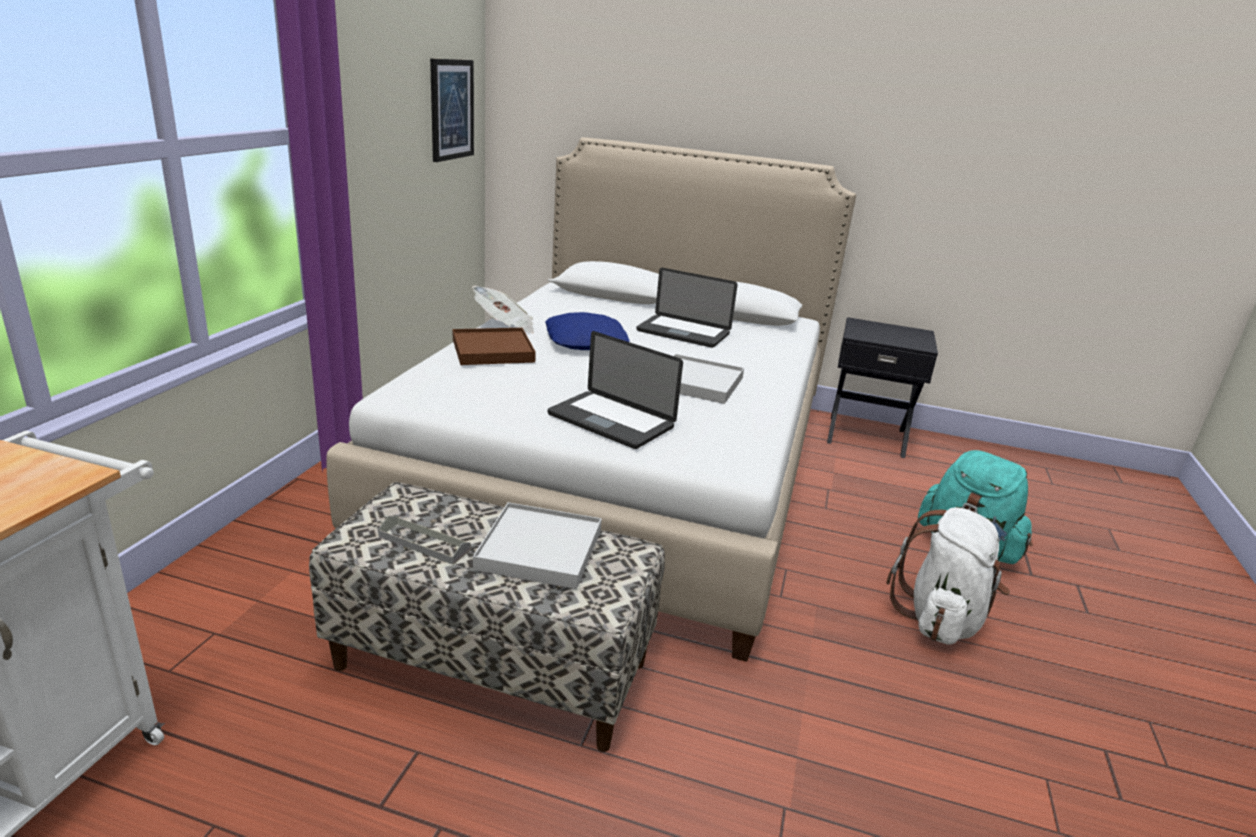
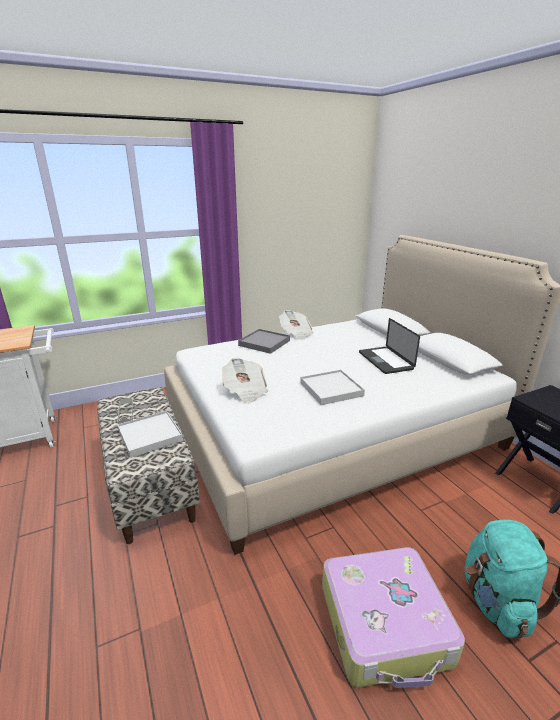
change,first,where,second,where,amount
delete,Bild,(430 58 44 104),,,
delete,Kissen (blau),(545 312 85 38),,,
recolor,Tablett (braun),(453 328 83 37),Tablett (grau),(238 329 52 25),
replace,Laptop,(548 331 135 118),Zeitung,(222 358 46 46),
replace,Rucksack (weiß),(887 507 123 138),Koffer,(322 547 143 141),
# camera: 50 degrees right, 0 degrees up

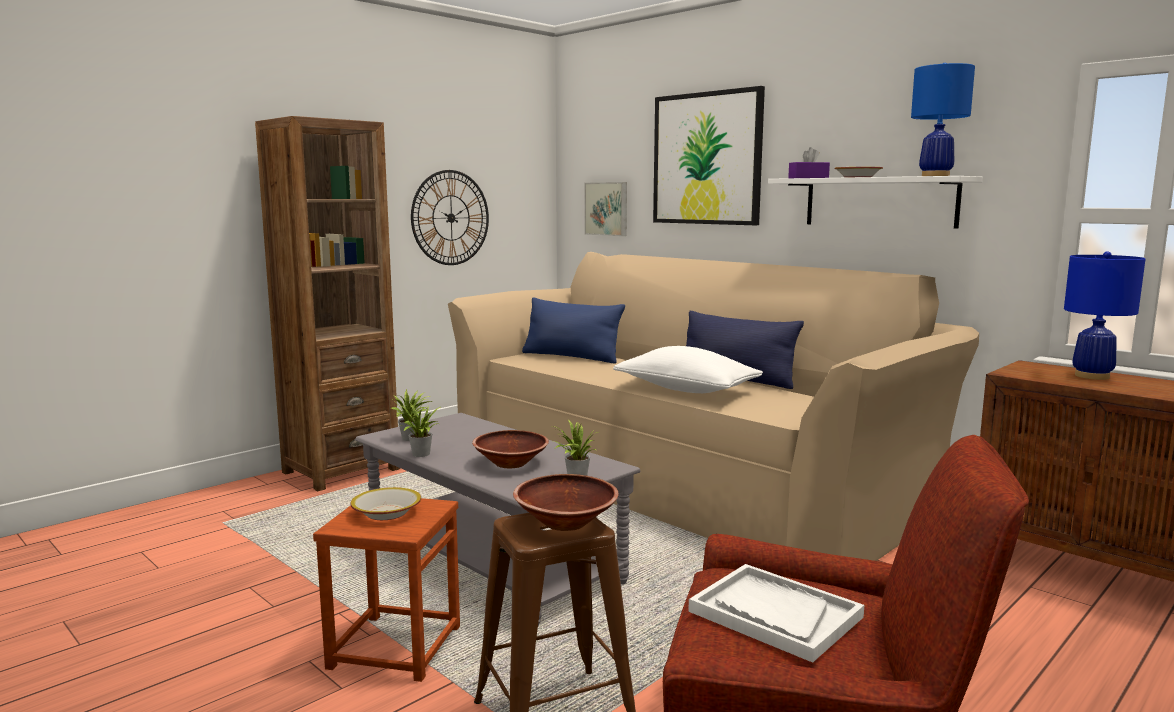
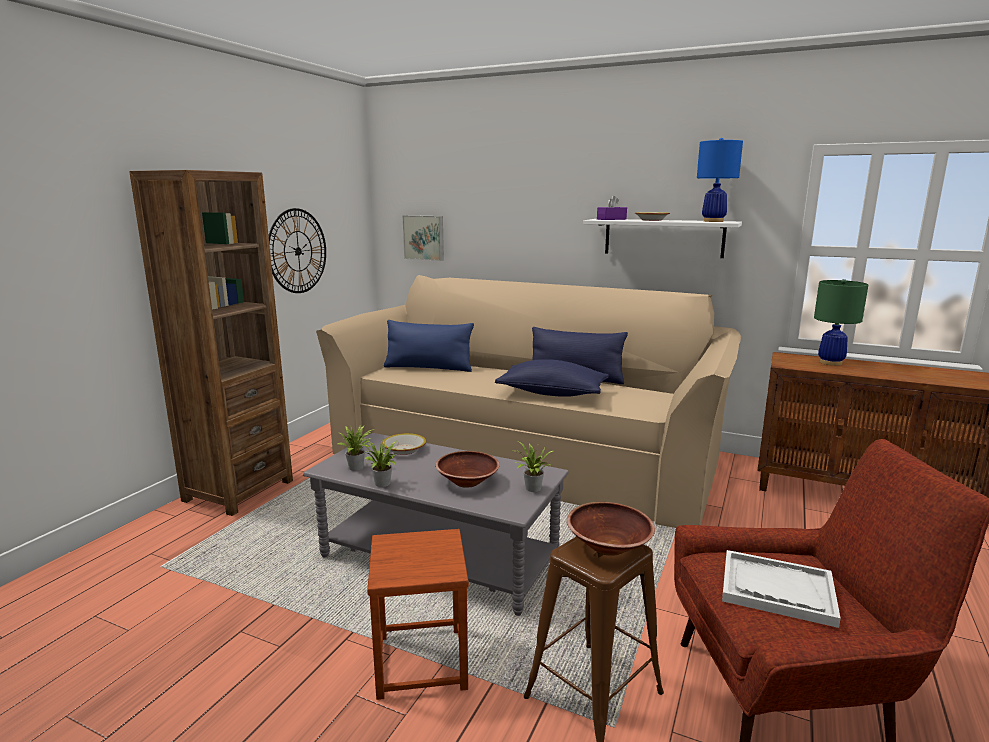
change,first,where,second,where,amount
delete,Bild,(653 86 112 139),,,
recolor,Tischlampe (blau),(1064 251 82 129),Tischlampe (grün),(814 279 54 87),
recolor,Kissen (weiß),(613 346 150 47),Kissen (blau),(495 359 114 38),
move,Schüssel,(350 487 71 33),,(382 433 44 22),
# camera: 20 degrees left, 5 degrees up

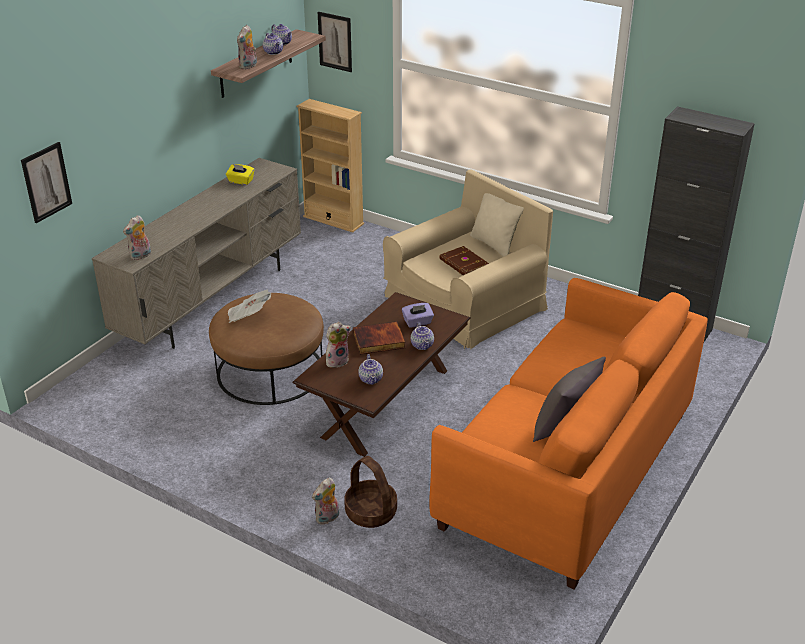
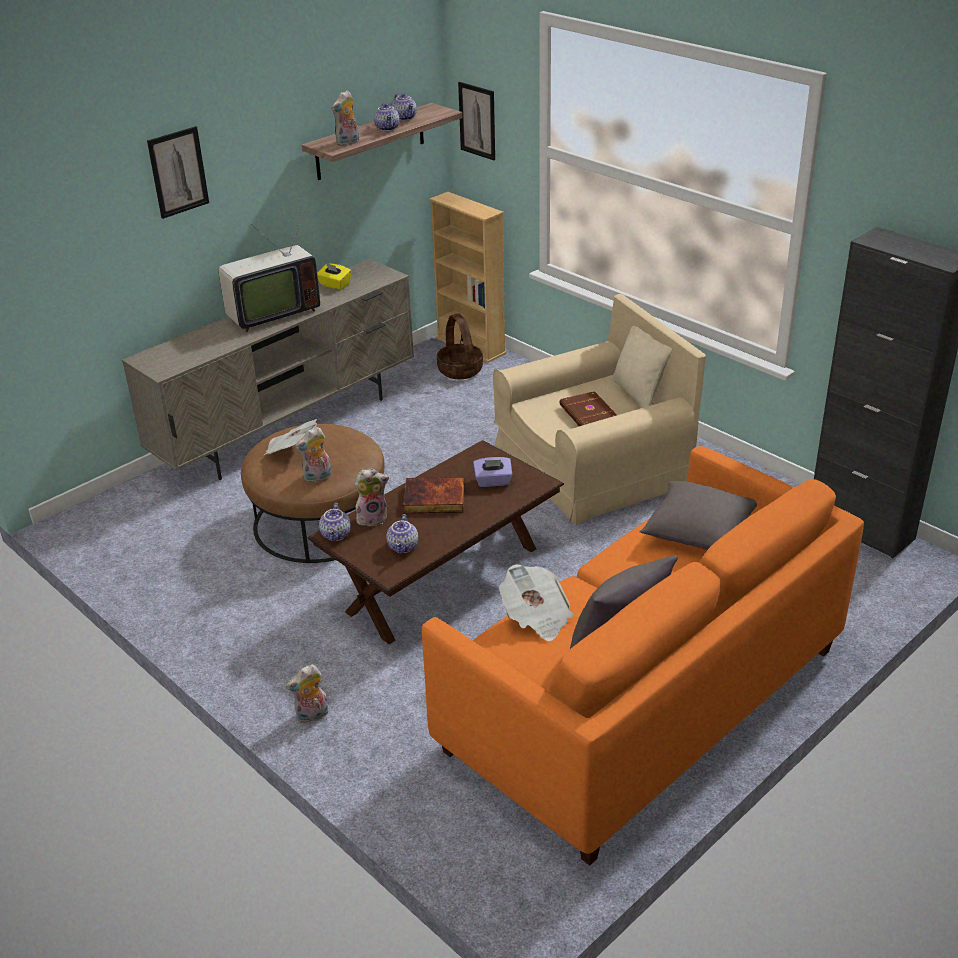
change,first,where,second,where,amount
move,Bild,(21 142 51 81),,(147 126 62 93),
move,Plüschtier,(123 215 28 45),,(295 427 36 56),
move,Teekanne,(411 322 23 28),,(319 503 32 39),
move,Korb,(344 456 53 72),,(437 314 46 65),
insert,,,Fernseher,(219 207 101 125),
insert,,,Kissen (grau),(639 481 118 69),
insert,,,Zeitung,(499 564 74 77),
# camera: 15 degrees right, 0 degrees up

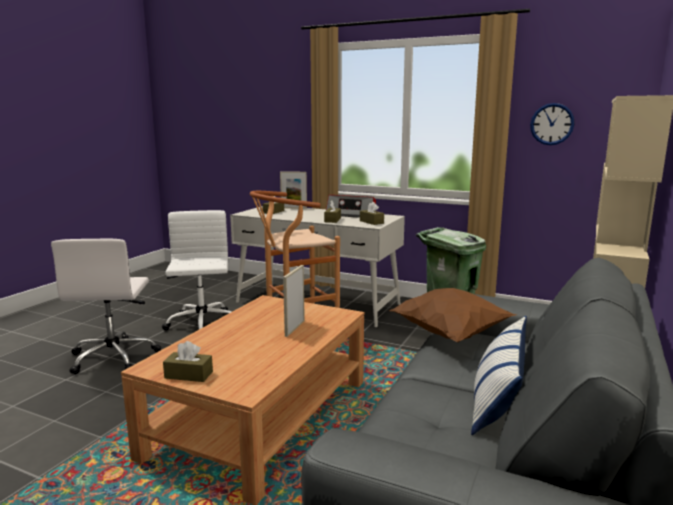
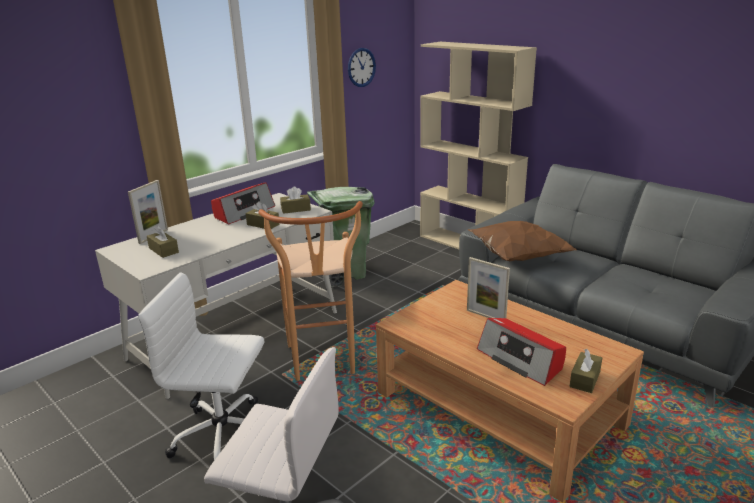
change,first,where,second,where,amount
delete,Kissen,(471 316 56 119),,,
insert,,,Radio,(477 318 89 68),
# camera: 70 degrees left, 10 degrees up

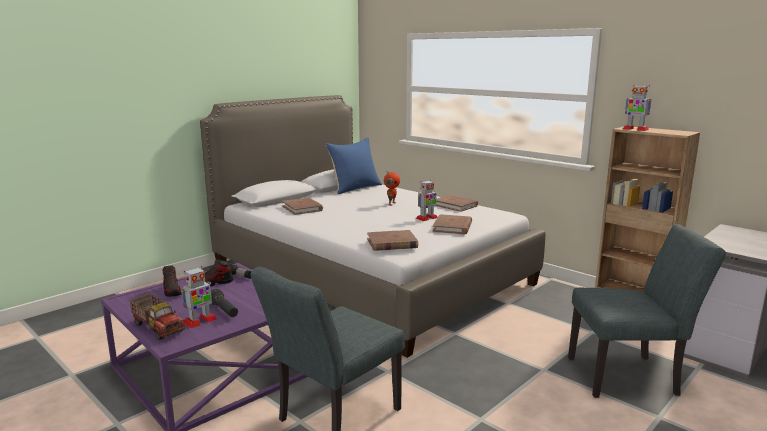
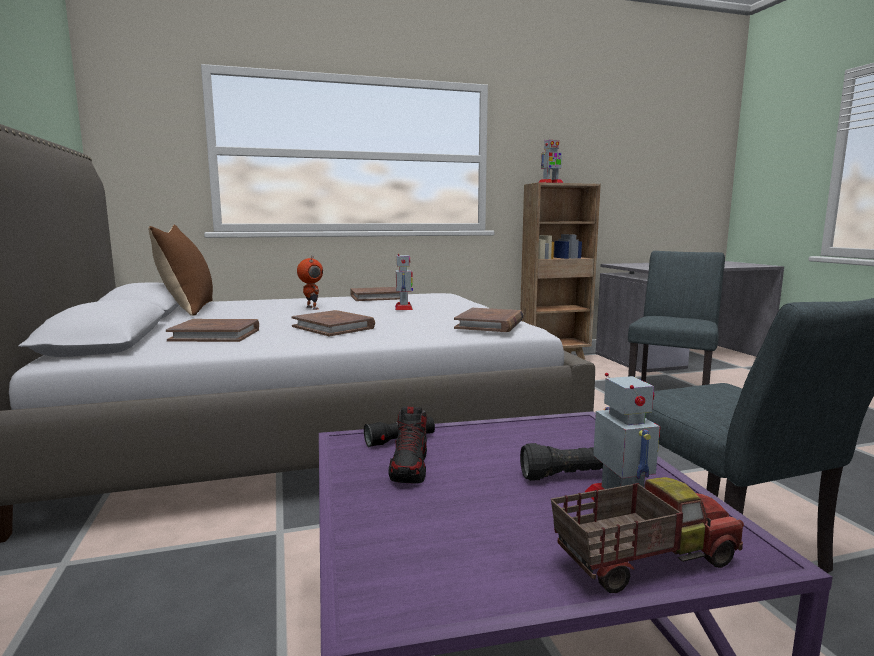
change,first,where,second,where,amount
recolor,Kissen (blau),(325 137 57 57),Kissen (braun),(148 225 65 91),
move,Buch (braun),(433 214 39 20),,(291 310 84 26),
delete,Schuh,(163 265 19 32),,,
# camera: 60 degrees left, 5 degrees down

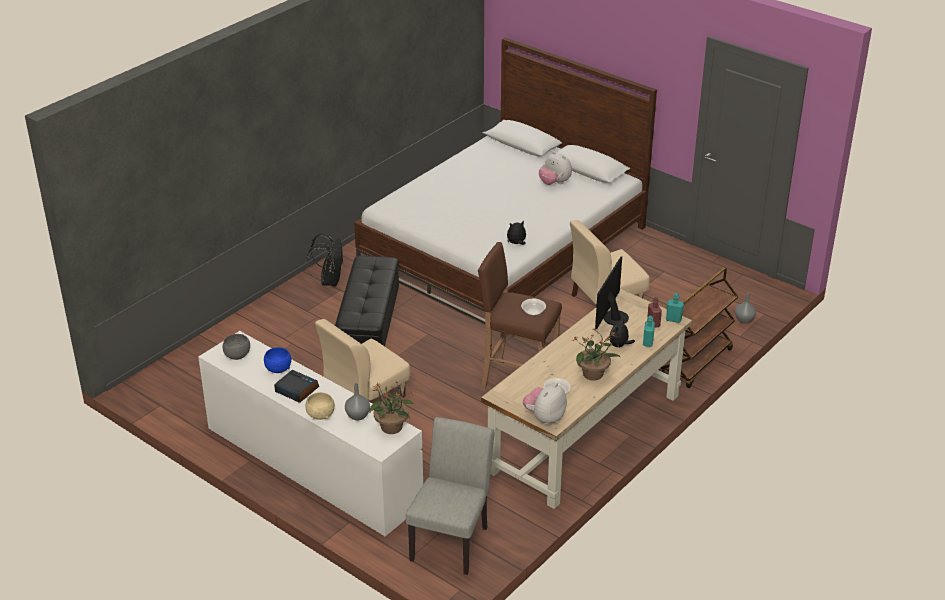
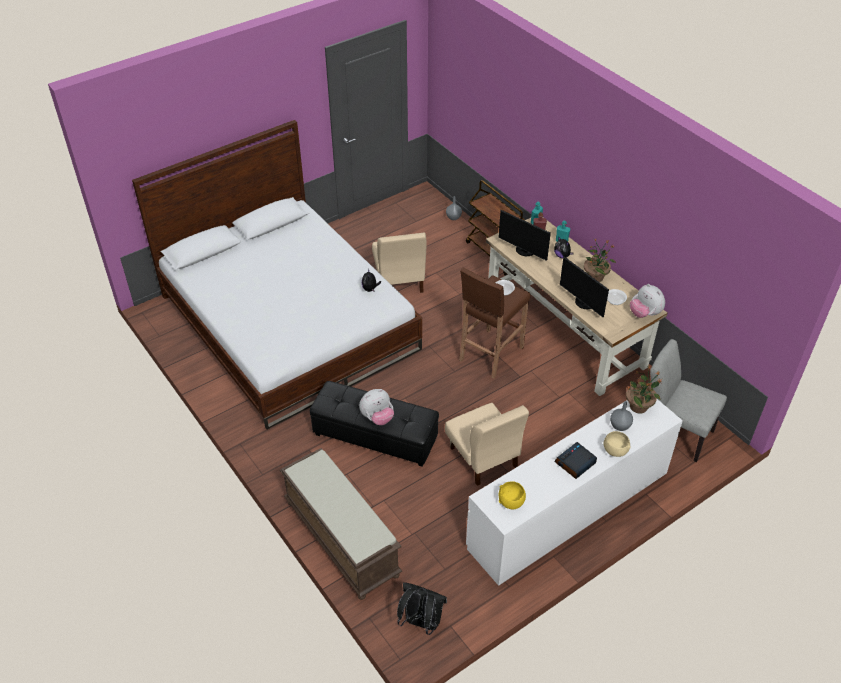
change,first,where,second,where,amount
move,Plüschtier,(539 151 33 34),,(359 389 35 36),
move,Rucksack (schwarz),(306 234 37 53),,(397 582 50 53),
recolor,Schüssel (grau),(223 334 27 26),Schüssel (gelb),(498 481 28 28),
delete,Schüssel (blau),(264 347 27 26),,,
insert,,,Monitor,(560 257 49 60),
insert,,,Bank (braun),(280 448 122 152),
# camera: 75 degrees left, 10 degrees up

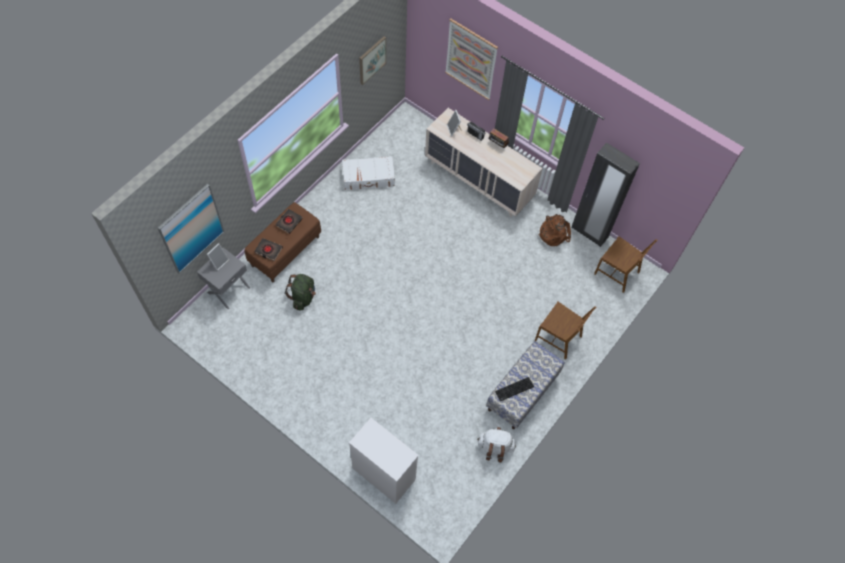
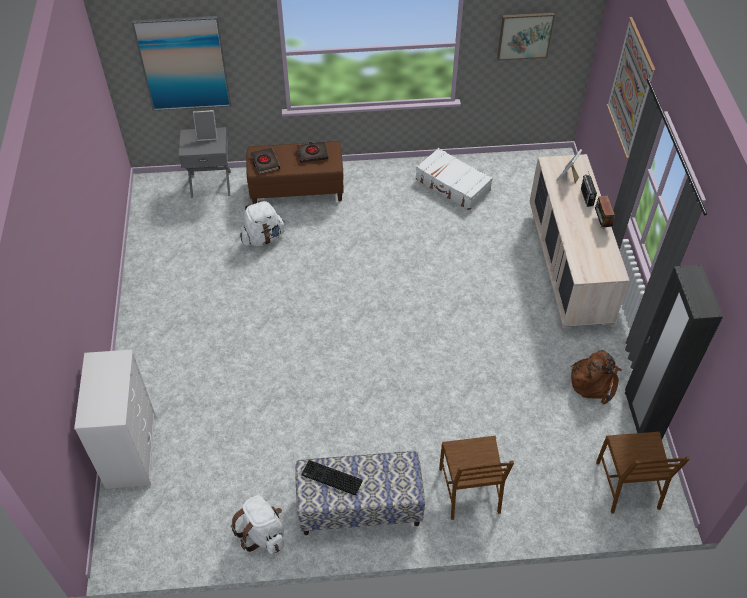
change,first,where,second,where,amount
recolor,Rucksack (grün),(285 274 31 36),Rucksack (weiß),(240 200 45 46),
# camera: 50 degrees right, 10 degrees down

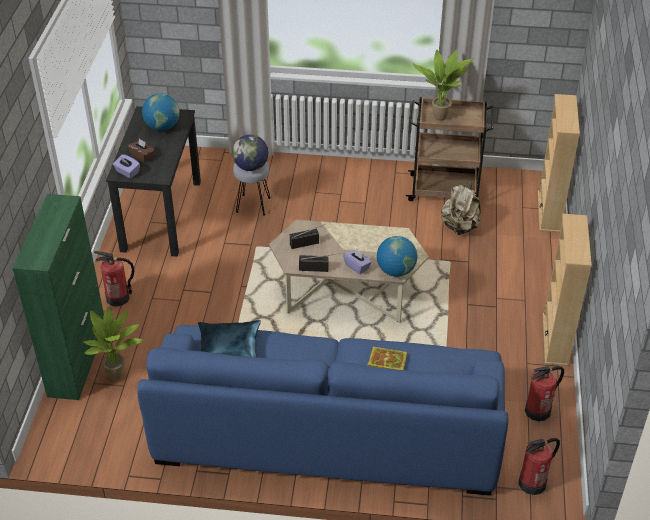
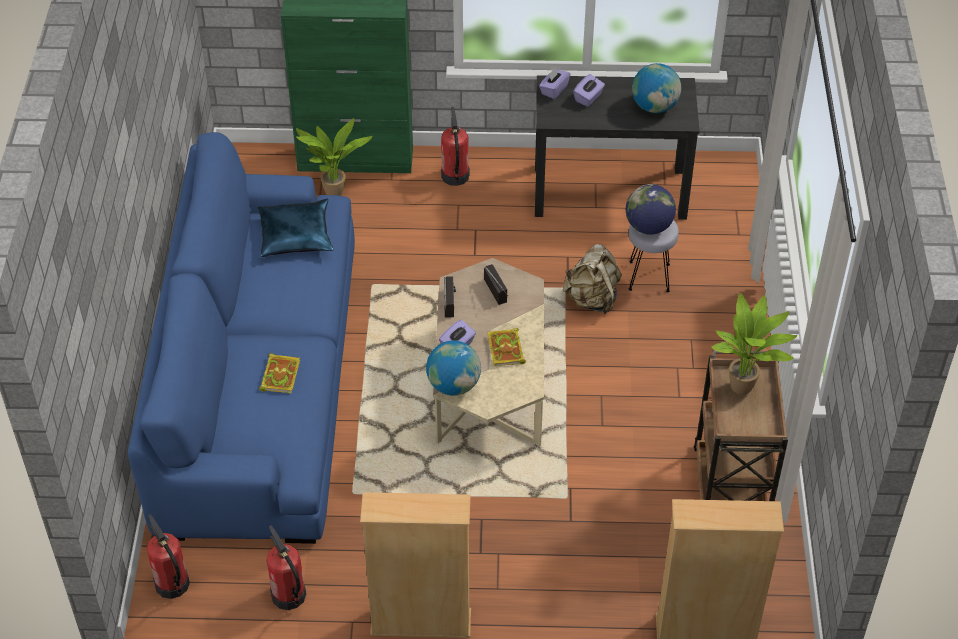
change,first,where,second,where,amount
recolor,Taschentuchbox (braun),(128 138 27 25),Taschentuchbox (lila),(573 74 32 33),
move,Rucksack (beige),(441 182 40 53),,(563 244 59 70),
insert,,,Buch,(488 328 38 38),
# camera: 85 degrees right, 5 degrees up

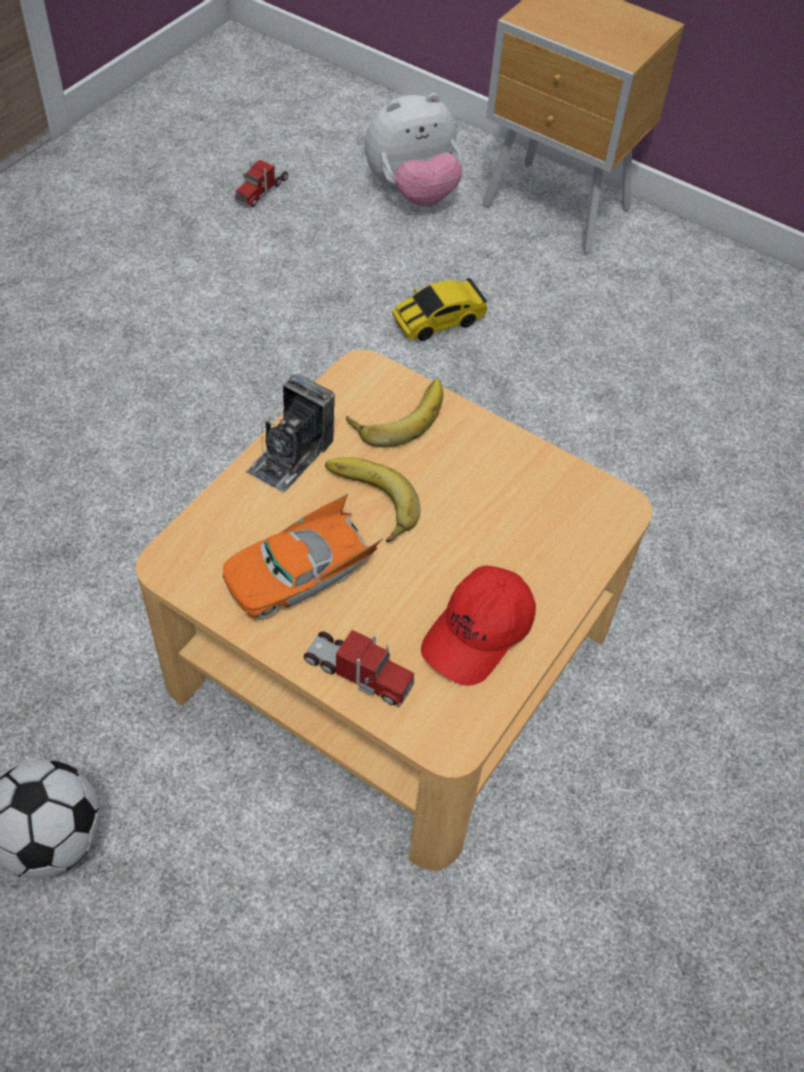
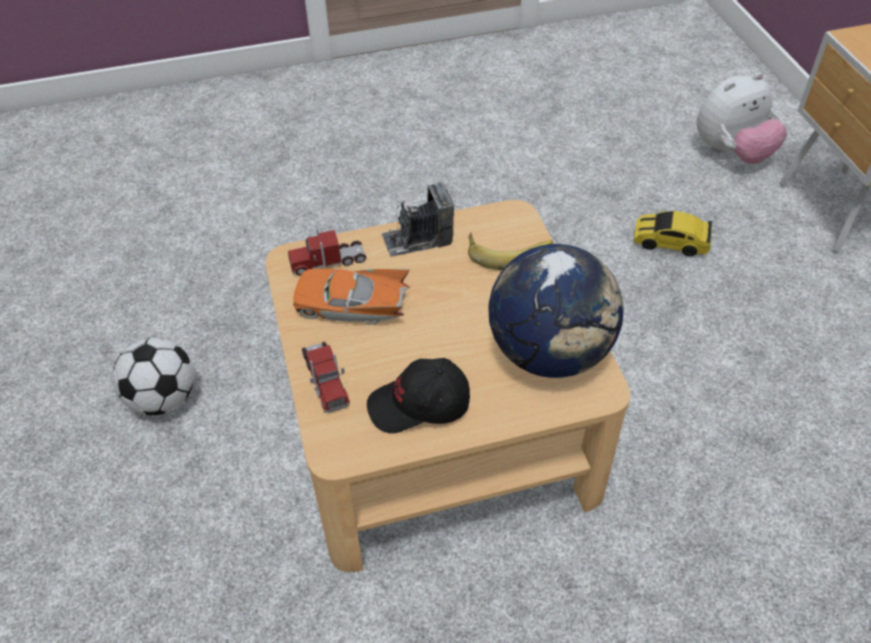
change,first,where,second,where,amount
rotate,Plüschtier,(365 93 98 114),,(697 73 90 91),45 degrees counterclockwise
move,Spielzeuglaster,(235 160 53 48),,(288 228 78 48),
delete,Banane,(325 457 95 85),,,
recolor,Kappe (rot),(421 565 115 121),Kappe (schwarz),(367 358 103 76),
insert,,,Globus,(488 244 136 134),
# camera: 45 degrees right, 5 degrees down

